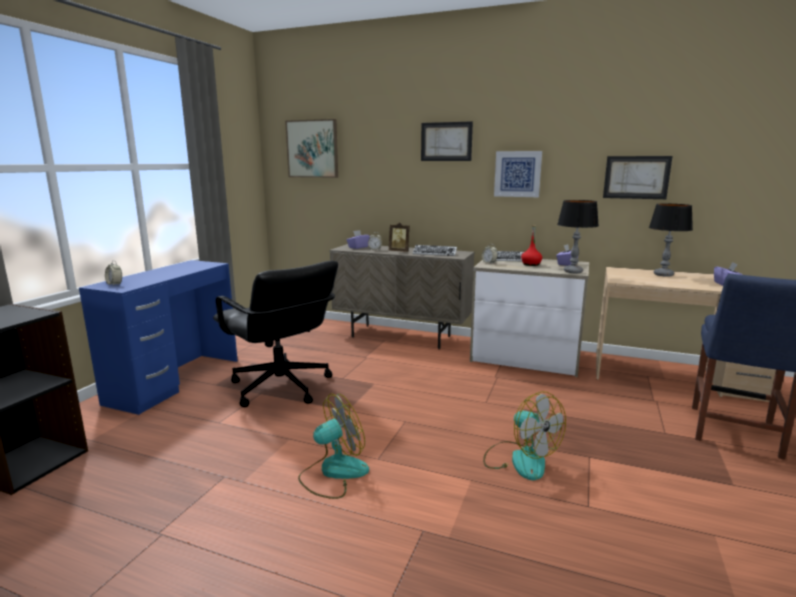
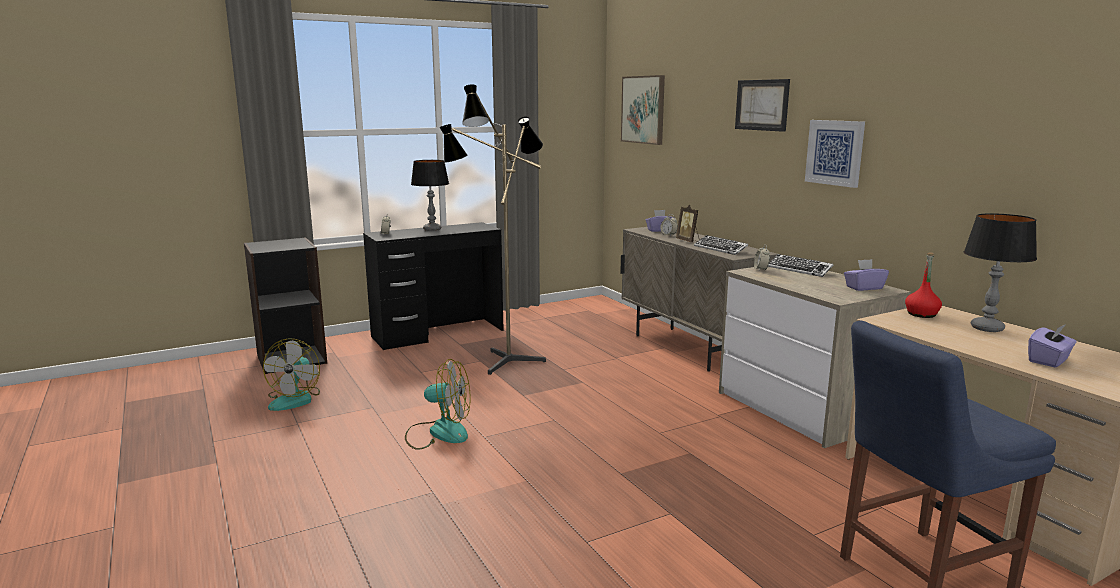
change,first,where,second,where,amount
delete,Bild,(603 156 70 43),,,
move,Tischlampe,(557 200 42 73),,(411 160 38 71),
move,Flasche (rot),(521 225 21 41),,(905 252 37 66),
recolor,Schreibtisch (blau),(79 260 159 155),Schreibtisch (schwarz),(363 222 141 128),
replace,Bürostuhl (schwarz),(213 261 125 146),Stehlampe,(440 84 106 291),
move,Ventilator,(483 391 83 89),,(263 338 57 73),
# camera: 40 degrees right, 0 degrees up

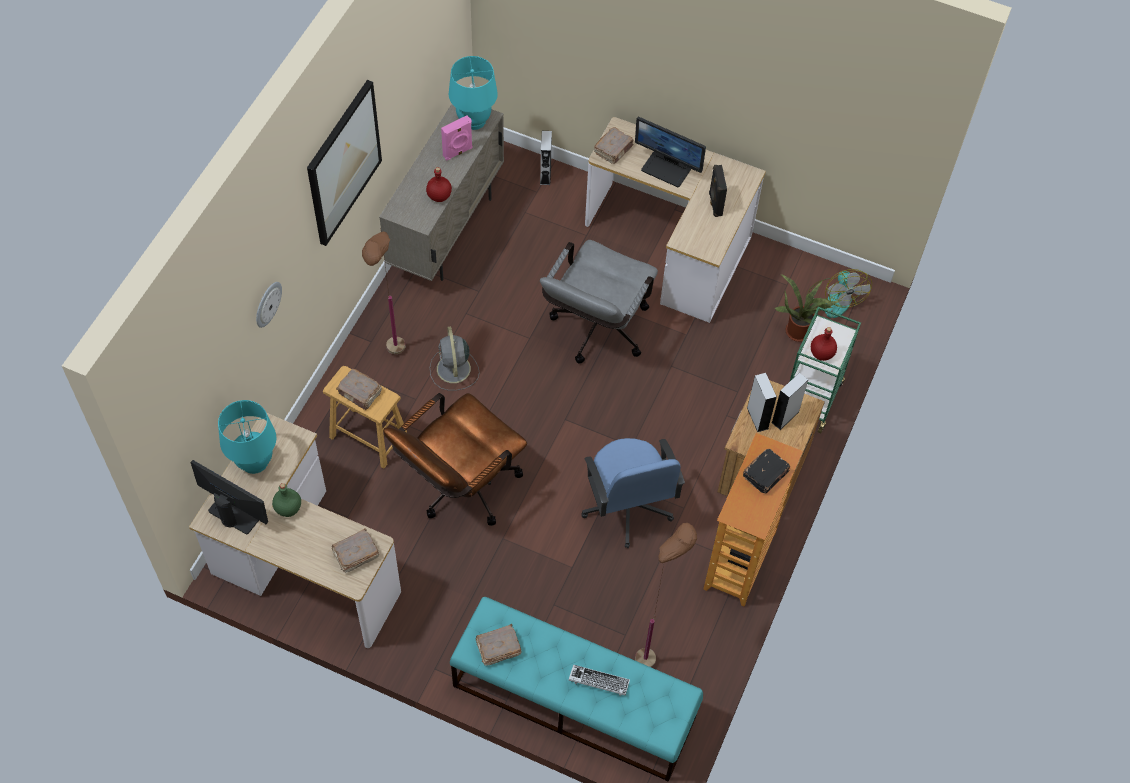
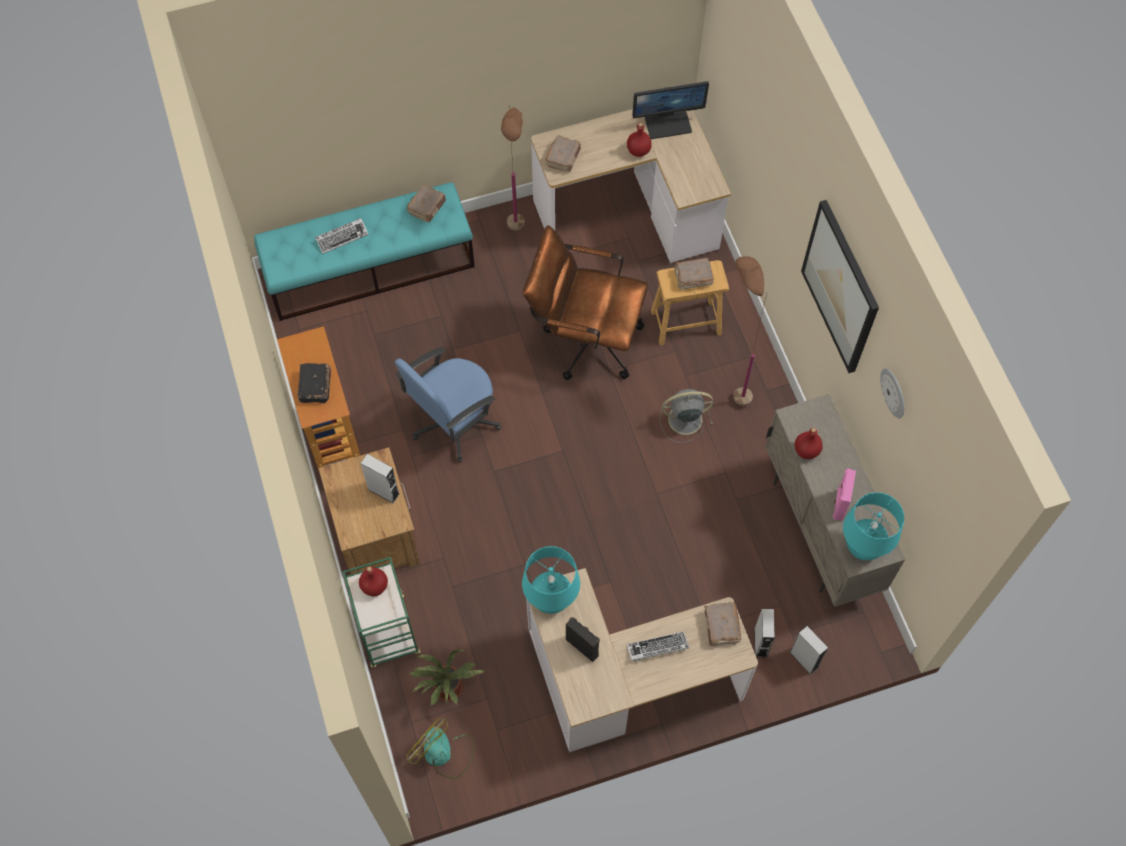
change,first,where,second,where,amount
replace,Monitor,(635 117 71 70),Tastatur,(627 631 62 30),
delete,Bürostuhl (grau),(540 240 118 124),,,
move,Wanduhr,(256 282 26 46),,(880 368 24 50),
rotate,Ventilator (grau),(430 326 50 65),,(660 389 53 54),45 degrees counterclockwise
move,Lautsprecher (grau),(771 373 37 57),,(754 609 21 48),
rotate,Bürostuhl (braun),(383 393 144 133),,(523 225 125 155),75 degrees counterclockwise
move,Tischlampe (türkis),(218 400 58 74),,(522 546 58 68),
rotate,Bürostuhl (blau),(582 438 103 110),,(395 347 106 115),75 degrees counterclockwise
recolor,Flasche (grün),(272 483 29 34),Flasche (rot),(627 123 25 34),
move,Stehlampe (braun),(635 523 62 145),,(501 105 24 125),
# camera: 140 degrees right, 5 degrees up

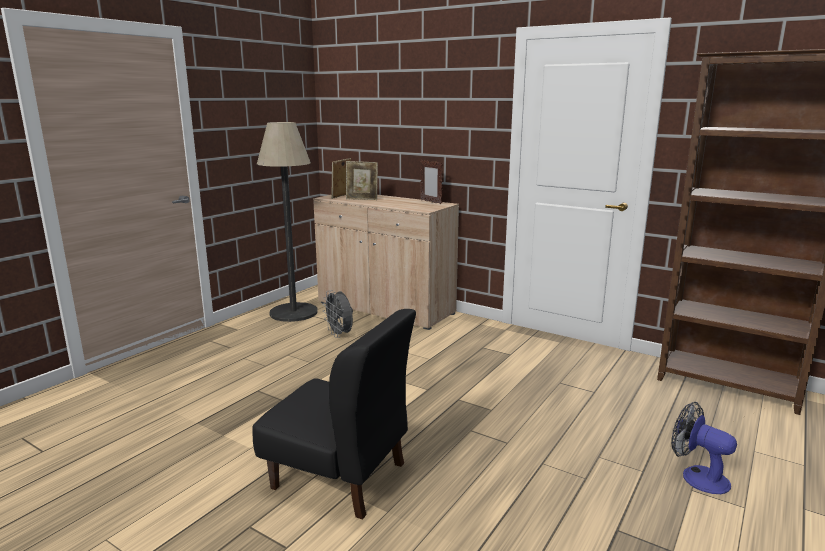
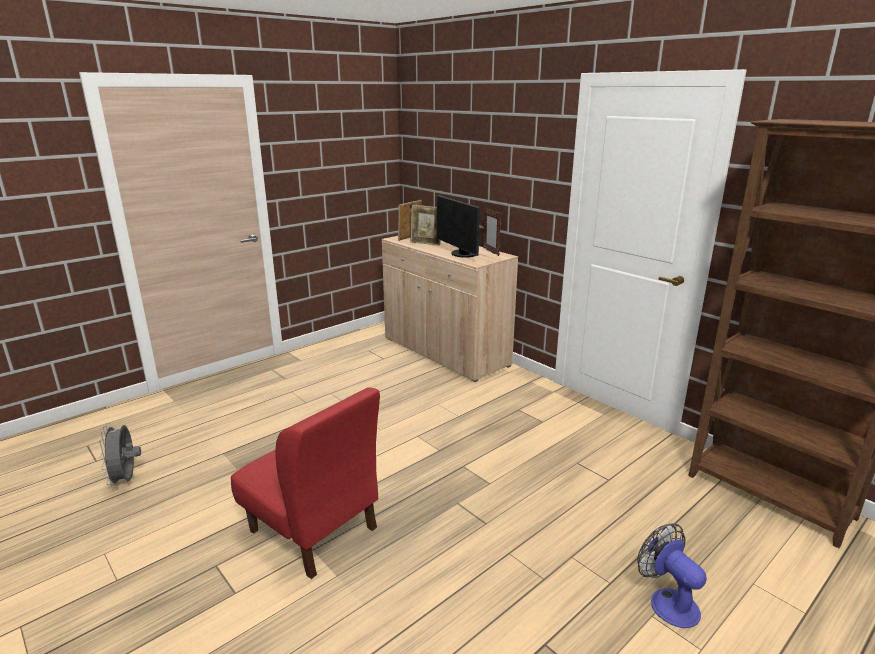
change,first,where,second,where,amount
delete,Stehlampe,(257 122 61 200),,,
move,Ventilator (grau),(322 290 31 48),,(99 423 42 65),
recolor,Stuhl (schwarz),(252 309 164 210),Stuhl (rot),(231 387 149 192),
insert,,,Monitor,(437 195 43 63),
# camera: 15 degrees right, 5 degrees up

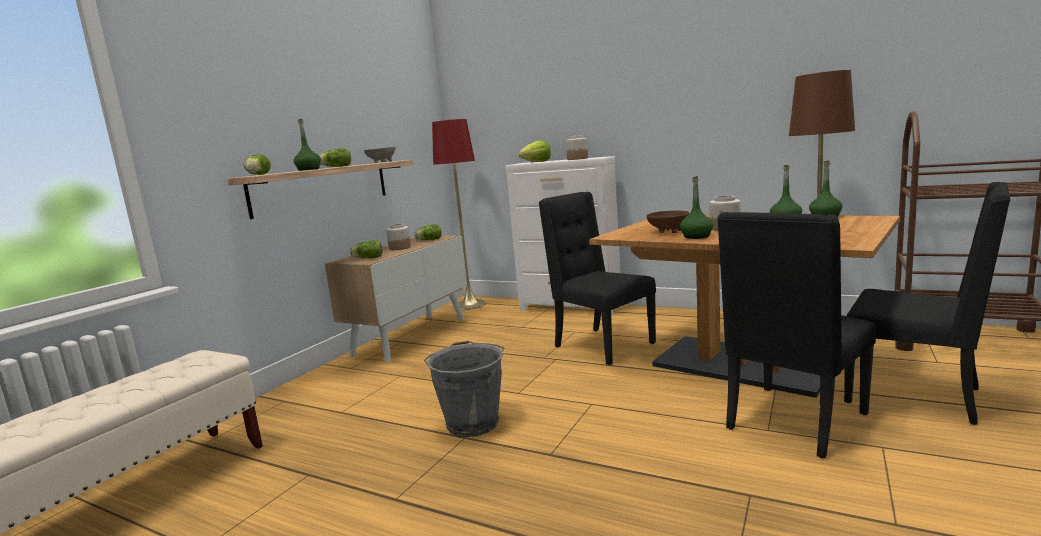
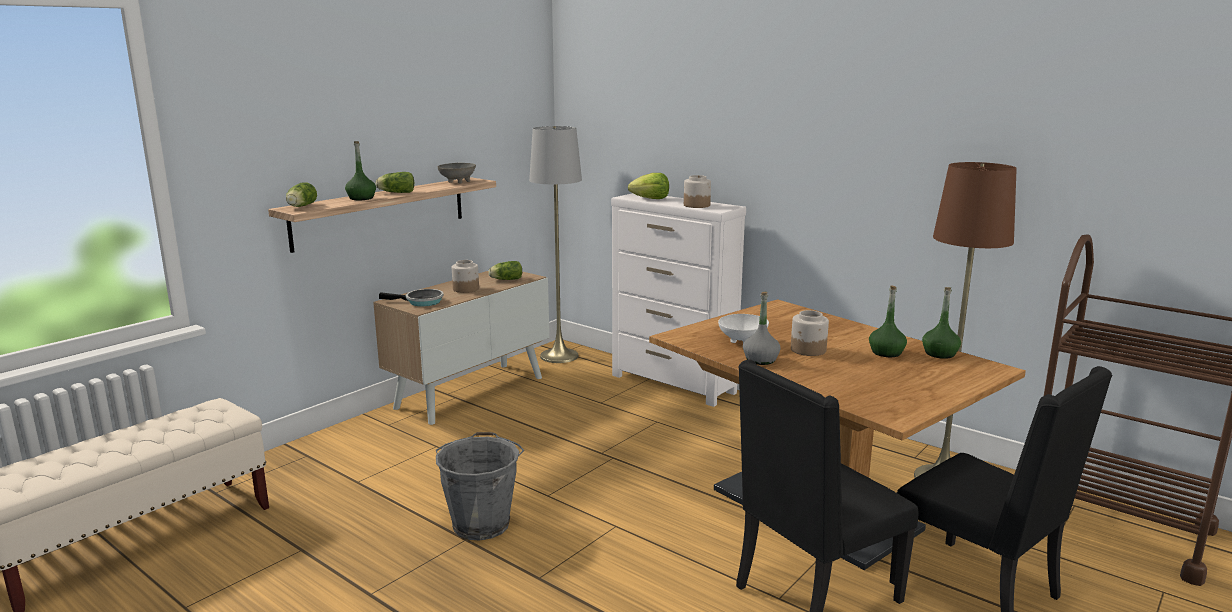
change,first,where,second,where,amount
recolor,Stehlampe (rot),(432 119 54 191),Stehlampe (grau),(529 126 53 237),
recolor,Flasche (grün),(680 176 33 63),Flasche (grau),(743 292 38 73),
delete,Stuhl (schwarz),(539 192 117 173),,,
recolor,Schüssel (braun),(646 210 44 23),Schüssel (weiß),(718 314 51 29),
replace,Salatkopf,(350 240 32 18),Pfanne,(379 289 65 18),
# camera: 10 degrees right, 5 degrees up

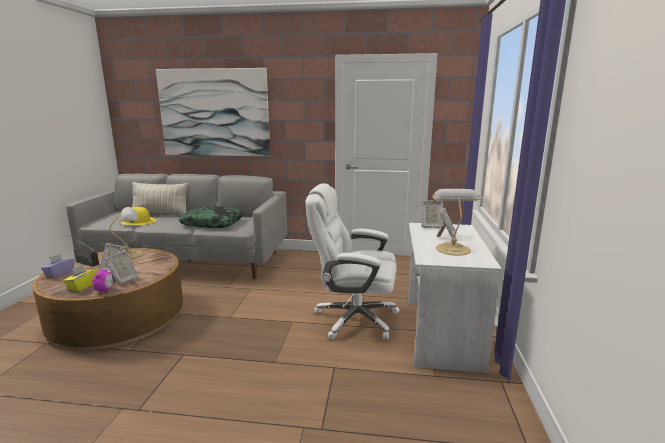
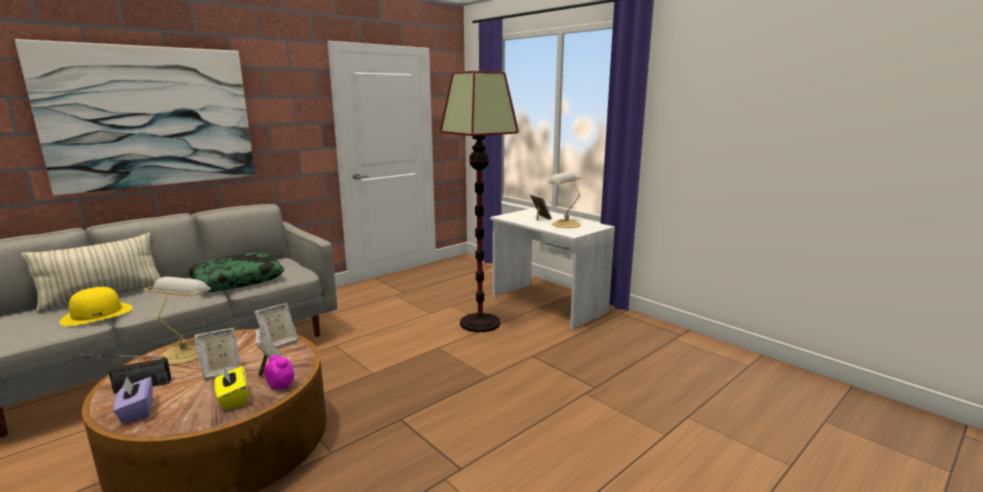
change,first,where,second,where,amount
replace,Bürostuhl (weiß),(305 183 94 157),Stehlampe,(440 71 79 261),
move,Bilderrahmen,(421 200 22 28),,(255 303 43 45),
# camera: 50 degrees left, 0 degrees up

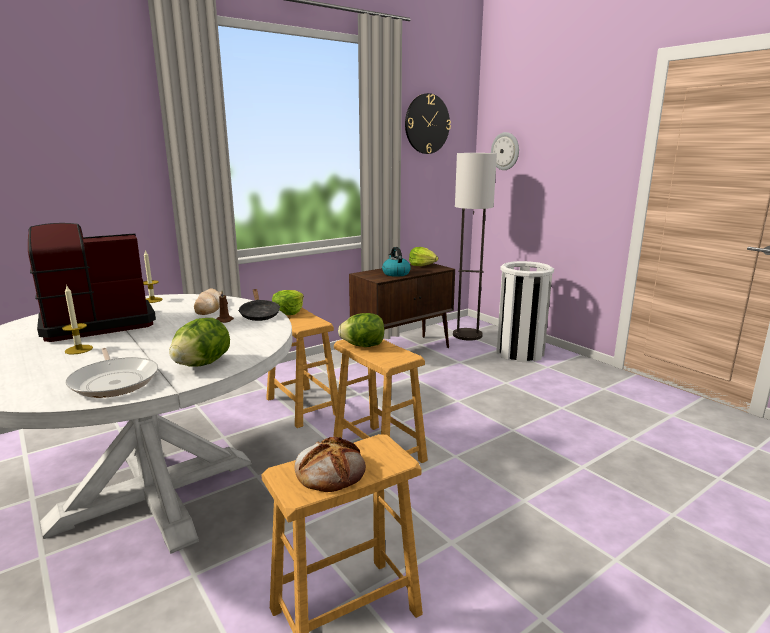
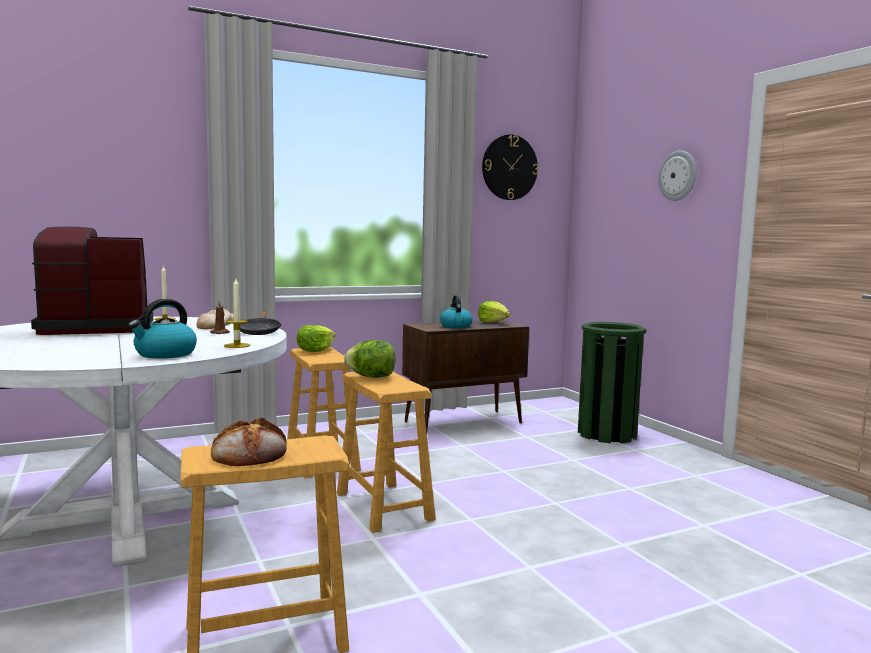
change,first,where,second,where,amount
move,Wanduhr,(491 132 28 38),,(658 151 38 50),
delete,Stehlampe,(453 153 44 187),,,
recolor,Mülleimer (weiß),(497 261 57 101),Mülleimer (grün),(578 322 69 121),
move,Kerze,(62 286 31 69),,(224 278 26 70),
replace,Salatkopf,(169 318 61 49),Wasserkessel,(128 299 69 60),
delete,Pfanne,(65 348 93 50),,,
# camera: 10 degrees right, 10 degrees down

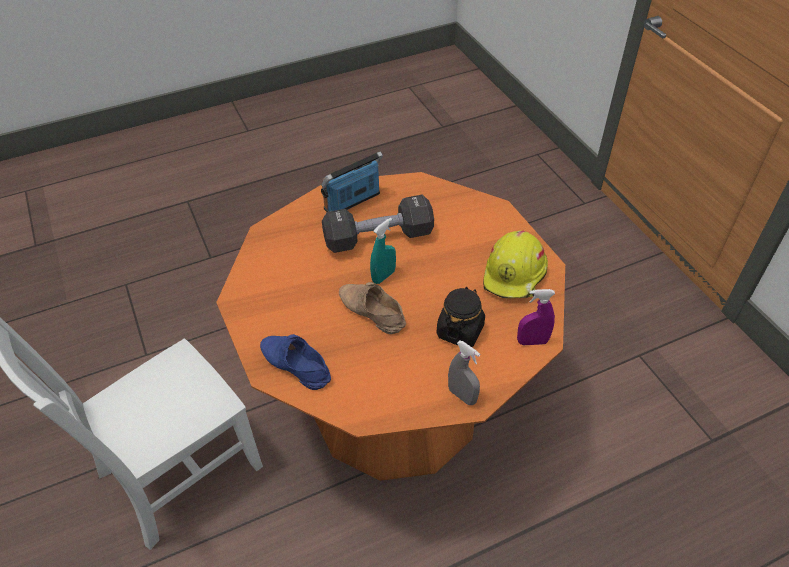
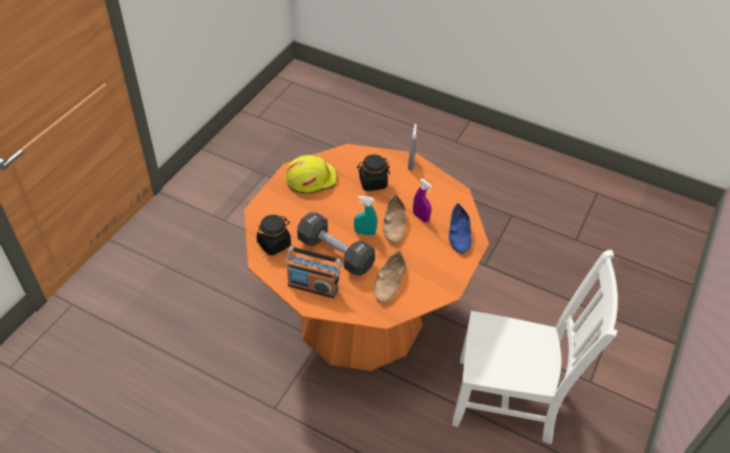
change,first,where,second,where,amount
move,Sprühflasche (lila),(517 289 38 56),,(413 179 19 43),
insert,,,Vorratsglas (schwarz),(257 215 34 40),
insert,,,Schuh (beige),(374 250 33 53),
# camera: 130 degrees left, 0 degrees up

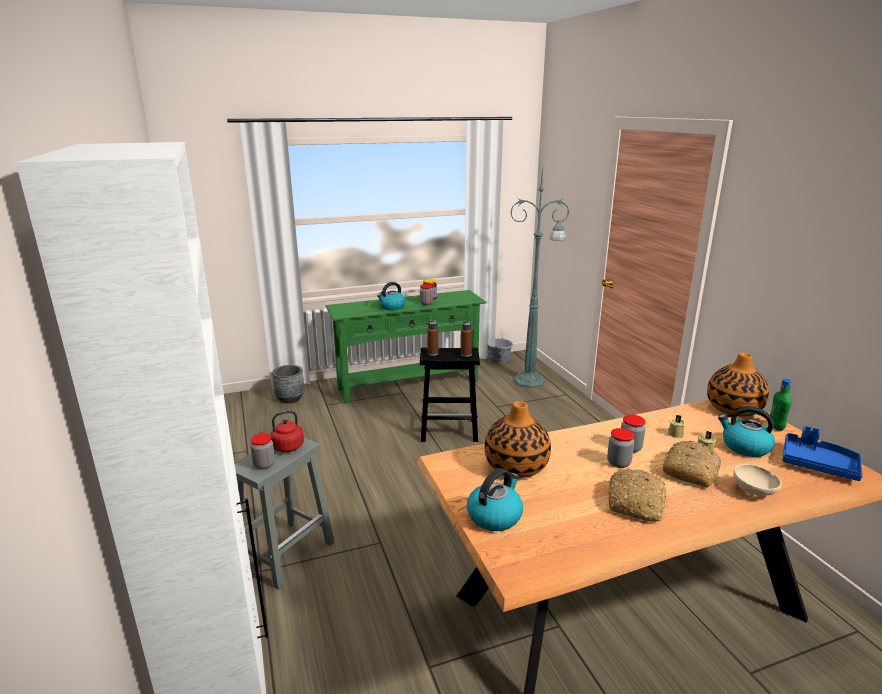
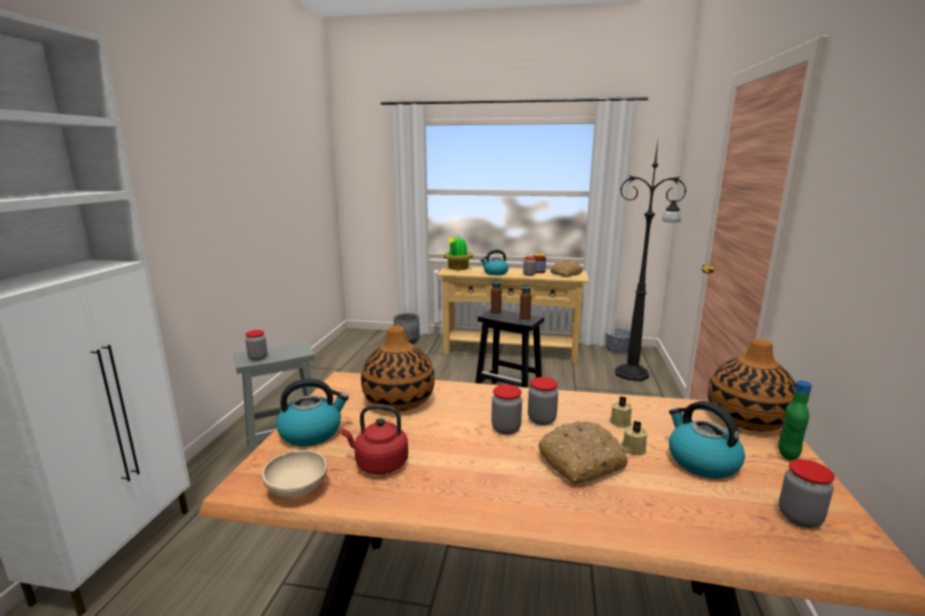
change,first,where,second,where,amount
recolor,Stehlampe (grün),(510 167 59 221),Stehlampe (schwarz),(615 142 71 239),
recolor,Konsolentisch (grün),(326 290 160 113),Konsolentisch (beige),(437 266 152 98),
move,Wasserkessel (rot),(259 410 45 42),,(341 405 67 70),
replace,Tablett (blau),(783 426 80 55),Vorratsglas,(779 459 56 69),
move,Schüssel (beige),(733 464 49 32),,(262 450 65 47),
move,Brot,(609 469 58 53),,(550 259 33 18),
insert,,,Topfpflanze,(444 235 29 35),
# camera: 30 degrees right, 5 degrees down

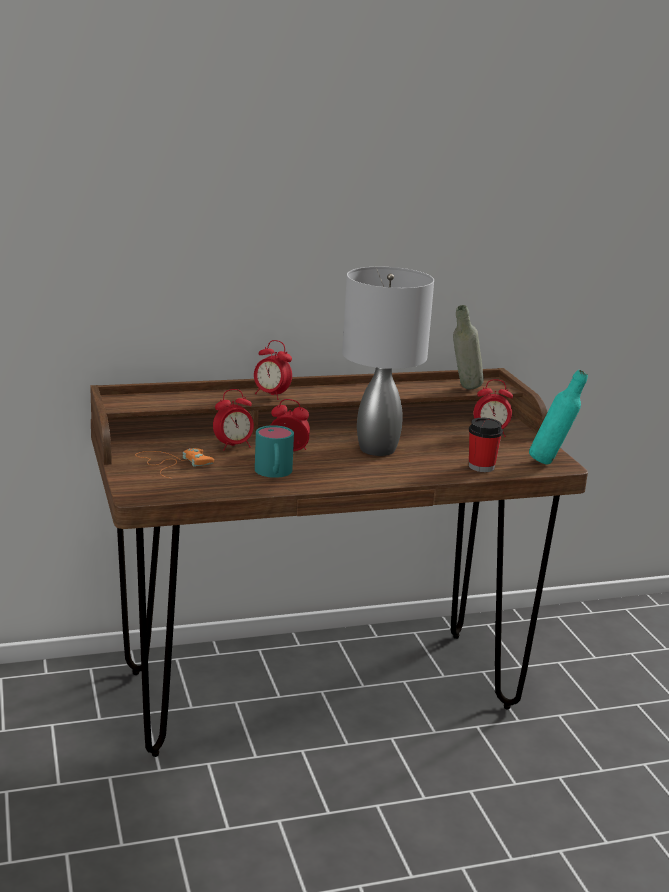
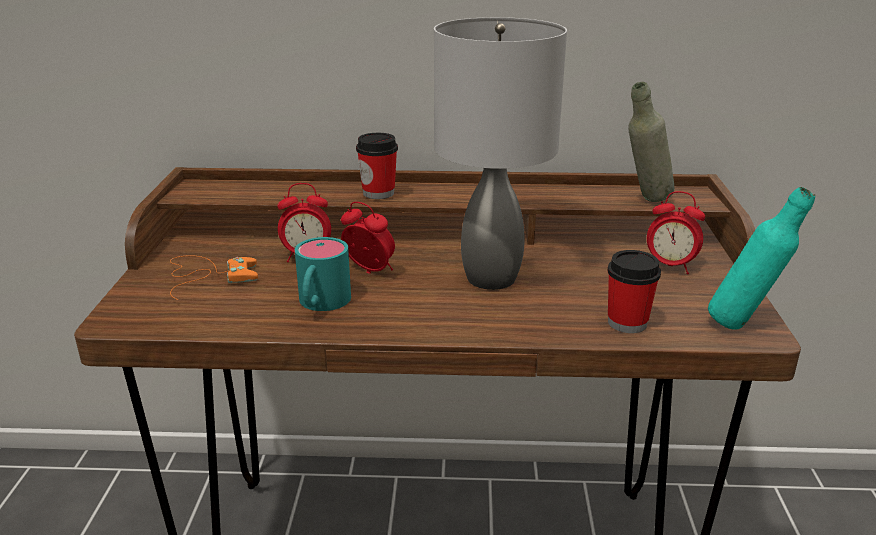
change,first,where,second,where,amount
replace,Wecker,(254 340 38 60),Tasse,(356 133 42 66),
# camera: 20 degrees right, 5 degrees up

